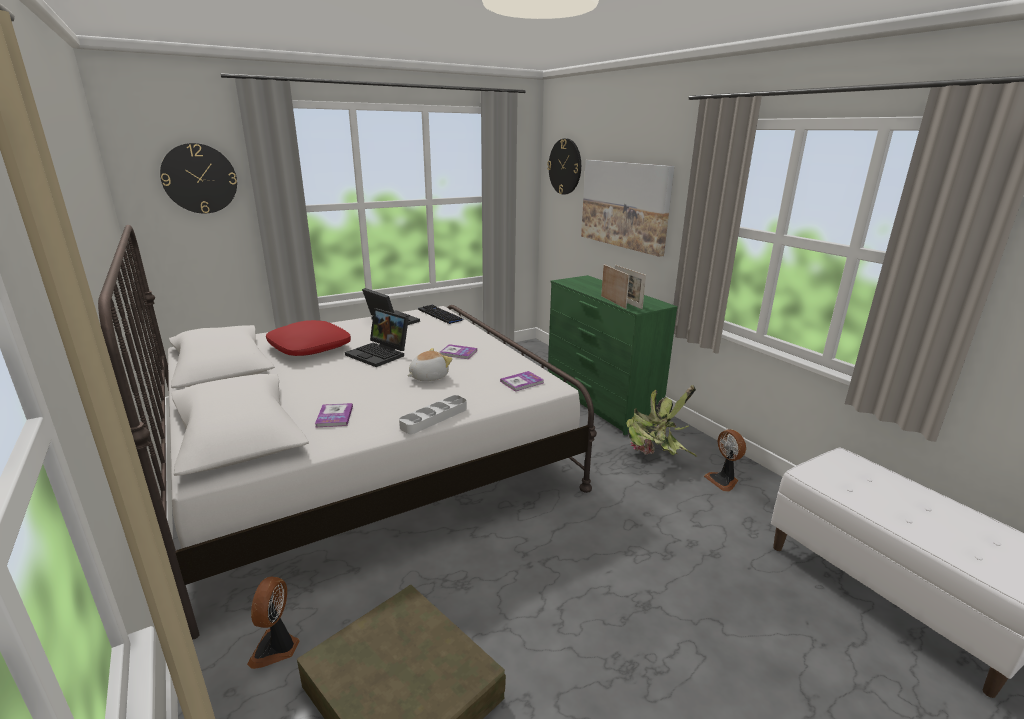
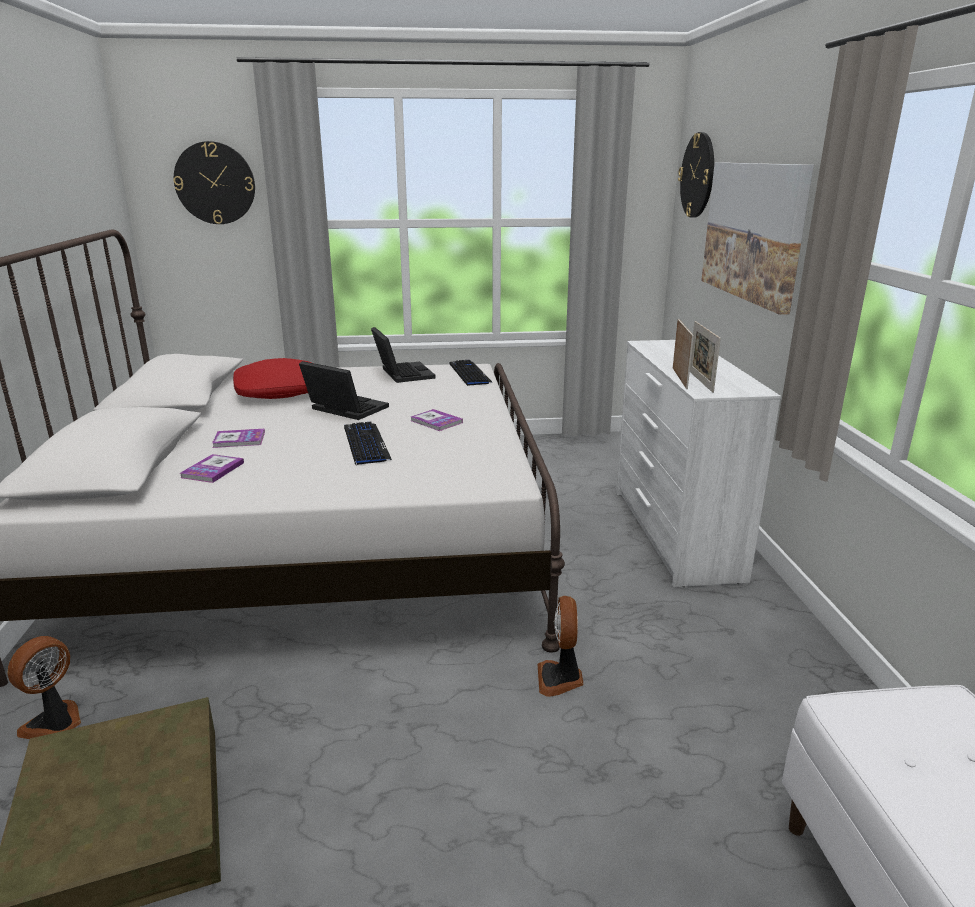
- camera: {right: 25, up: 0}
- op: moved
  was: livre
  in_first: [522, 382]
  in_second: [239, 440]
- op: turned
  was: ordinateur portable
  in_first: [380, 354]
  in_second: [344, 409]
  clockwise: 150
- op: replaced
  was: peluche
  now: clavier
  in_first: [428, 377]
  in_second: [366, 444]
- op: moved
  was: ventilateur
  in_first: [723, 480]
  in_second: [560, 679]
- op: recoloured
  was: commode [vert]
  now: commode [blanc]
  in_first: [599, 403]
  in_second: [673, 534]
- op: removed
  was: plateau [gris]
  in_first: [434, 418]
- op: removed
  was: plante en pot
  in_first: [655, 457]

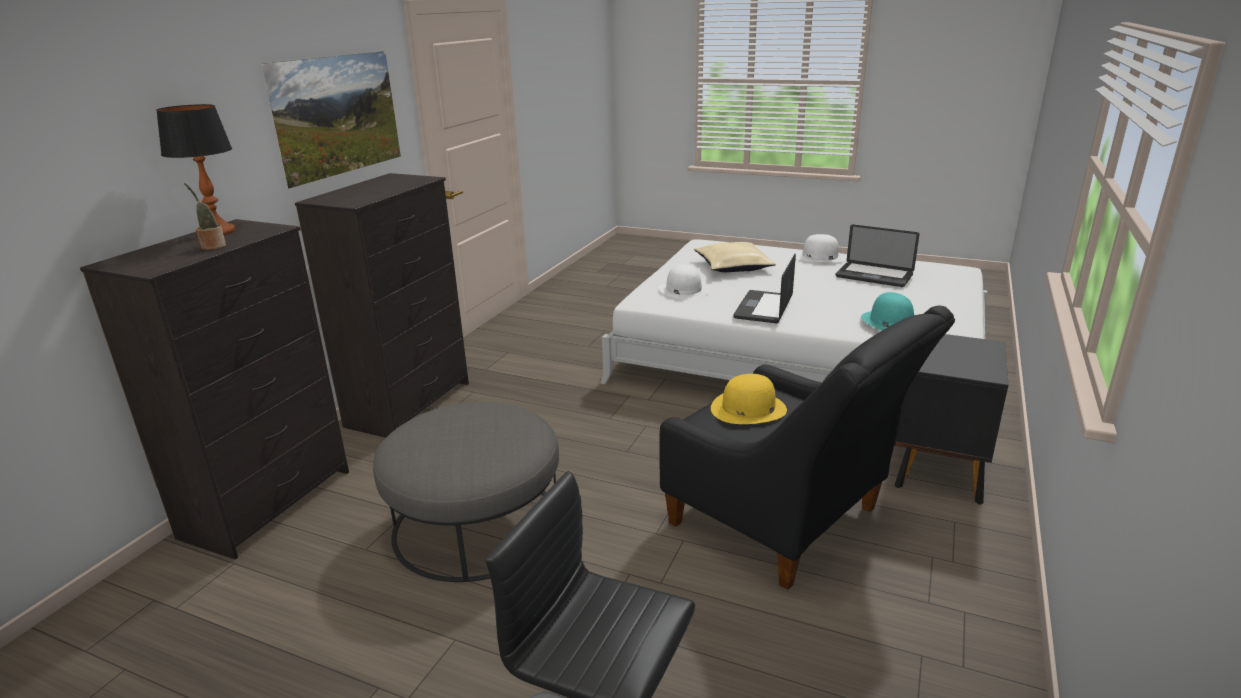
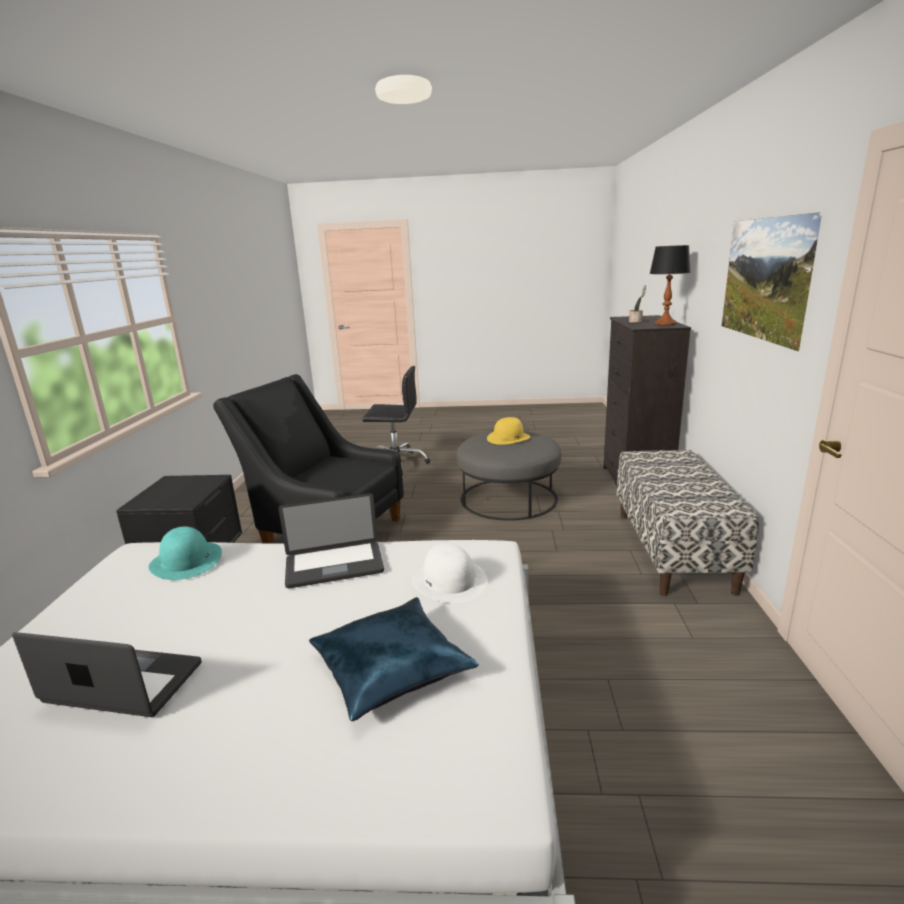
- camera: {right: 160, up: -5}
- op: turned
  was: ordinateur portable
  in_first: [763, 308]
  in_second: [334, 566]
  clockwise: 75
- op: recoloured
  was: coussin [beige]
  now: coussin [bleu]
  in_first: [733, 267]
  in_second: [390, 667]
- op: moved
  was: chapeau [jaune]
  in_first: [748, 408]
  in_second: [508, 438]
- op: replaced
  was: commode [noir]
  now: banc
  in_first: [410, 404]
  in_second: [673, 550]
- op: removed
  was: chapeau [blanc]
  in_first: [819, 257]

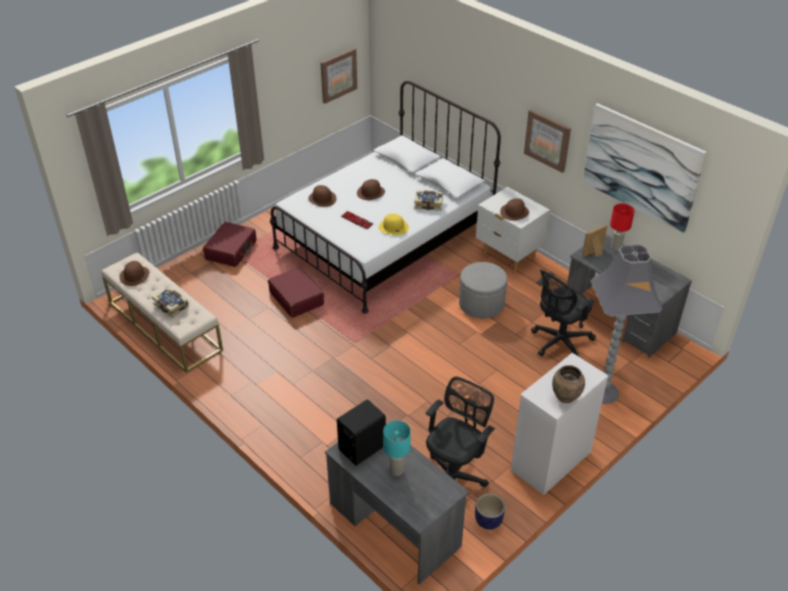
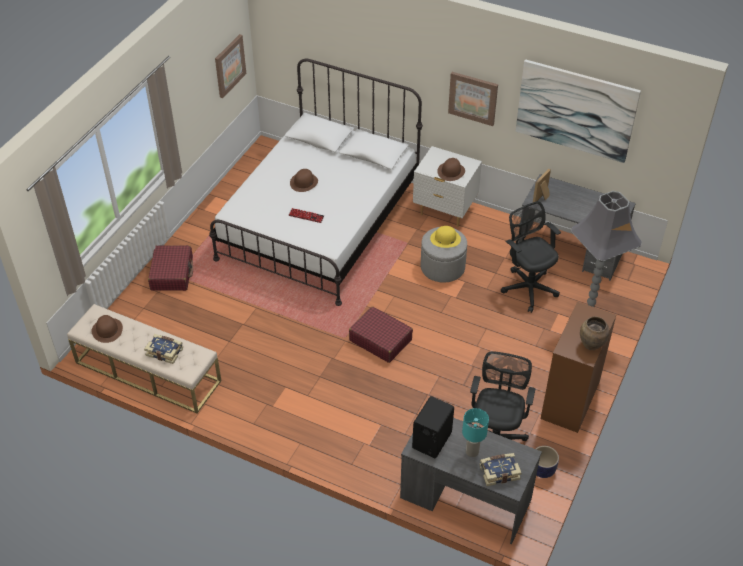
- camera: {right: -20, up: 5}
- op: moved
  was: valise [rouge]
  in_first: [296, 298]
  in_second: [380, 340]
- op: moved
  was: chapeau [jaune]
  in_first: [393, 227]
  in_second: [445, 239]
- op: moved
  was: livre
  in_first: [428, 204]
  in_second: [499, 472]
- op: turned
  was: chaise de bureau [noir]
  in_first: [558, 342]
  in_second: [528, 287]
  clockwise: 120
- op: recoloured
  was: commode [blanc]
  now: commode [marron]
  in_first: [550, 461]
  in_second: [570, 401]
- op: removed
  was: chapeau [marron]
  in_first: [322, 198]
- op: removed
  was: lampe de table [rouge]
  in_first: [615, 248]

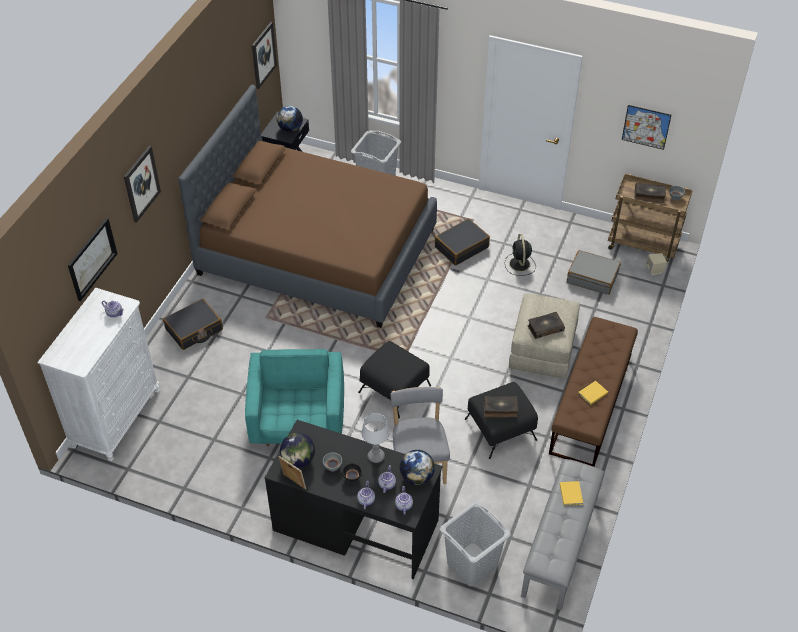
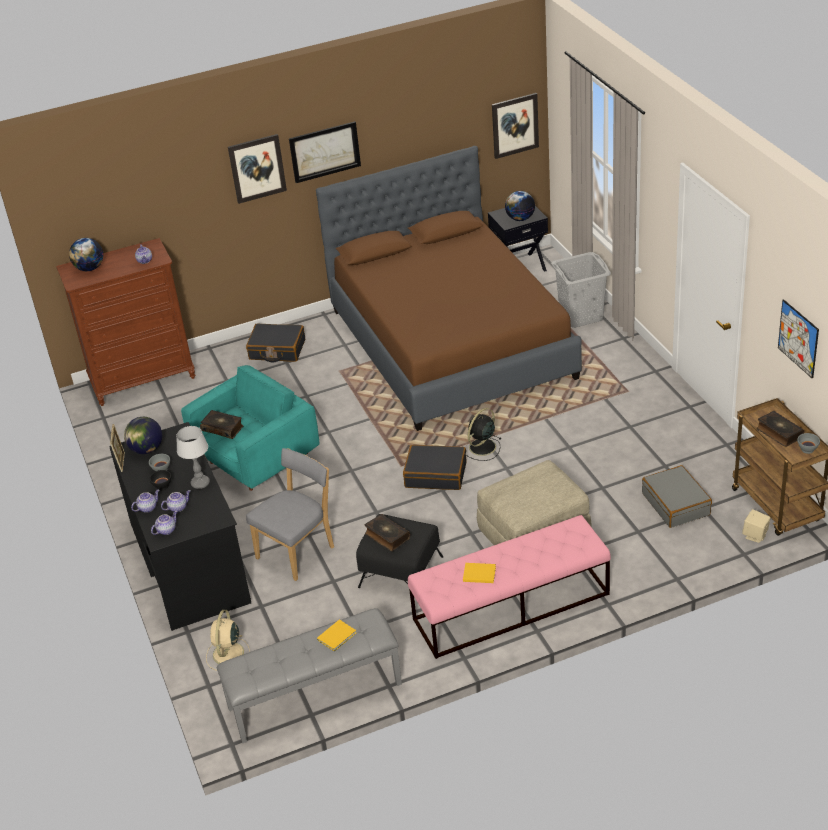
- camera: {right: 50, up: -10}
- op: recoloured
  was: commode [blanc]
  now: commode [marron]
  in_first: [116, 418]
  in_second: [143, 379]
- op: moved
  was: globe
  in_first: [416, 477]
  in_second: [89, 268]
- op: moved
  was: livre
  in_first: [545, 328]
  in_second: [223, 428]
- op: replaced
  was: panier à linge [gris]
  now: ventilateur [beige]
  in_first: [472, 564]
  in_second: [228, 654]
- op: moved
  was: tableau
  in_first: [92, 259]
  in_second: [324, 151]
- op: moved
  was: valise [noir]
  in_first: [461, 247]
  in_second: [436, 475]
- op: recoloured
  was: banc [marron]
  now: banc [rose]
  in_first: [590, 405]
  in_second: [510, 607]
- op: moved
  was: ventilateur [noir]
  in_first: [519, 265]
  in_second: [481, 448]
- op: removed
  was: pouf [noir]
  in_first: [395, 389]

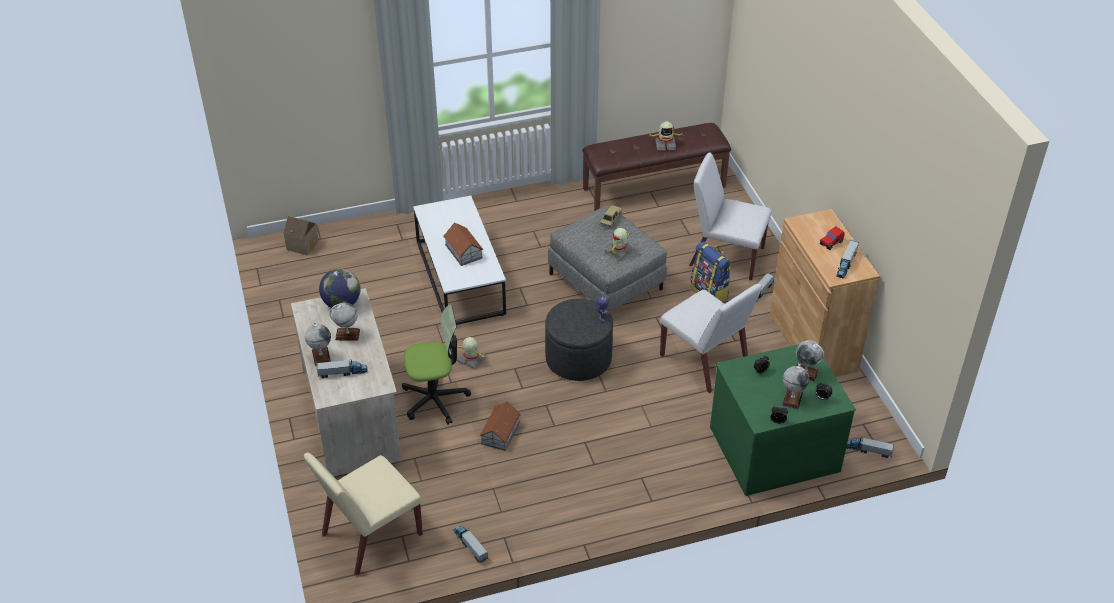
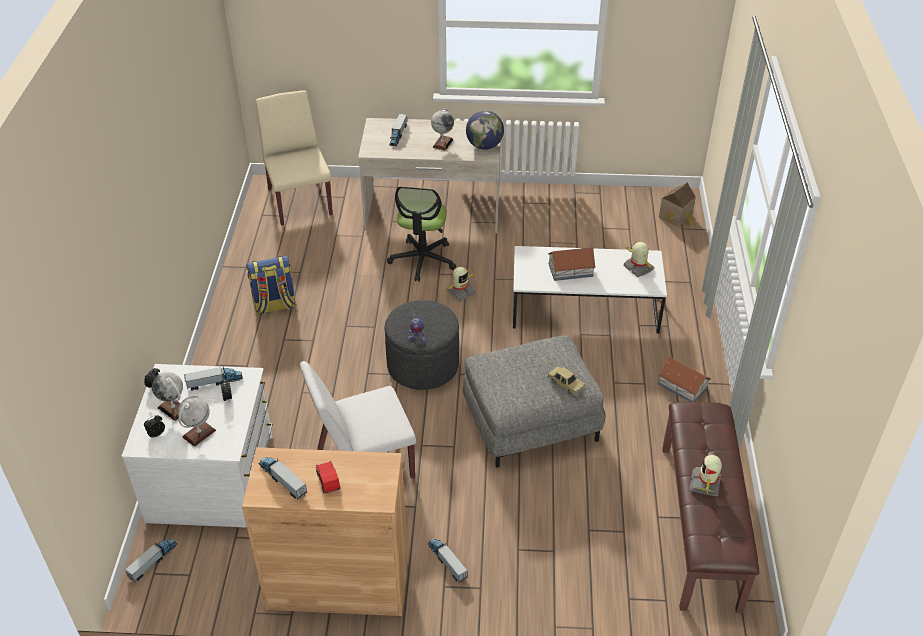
- camera: {right: 110, up: 0}
- op: recoloured
  was: commode [vert]
  now: commode [blanc]
  in_first: [773, 447]
  in_second: [213, 478]
- op: moved
  was: camion jouet
  in_first: [470, 545]
  in_second: [214, 382]
- op: moved
  was: sac à dos
  in_first: [710, 292]
  in_second: [274, 306]
- op: moved
  was: robot jouet
  in_first: [619, 251]
  in_second: [638, 268]
- op: moved
  was: maison miniature
  in_first: [500, 433]
  in_second: [682, 386]
- op: removed
  was: globe
  in_first: [321, 356]
- op: removed
  was: chaise [blanc]
  in_first: [725, 256]

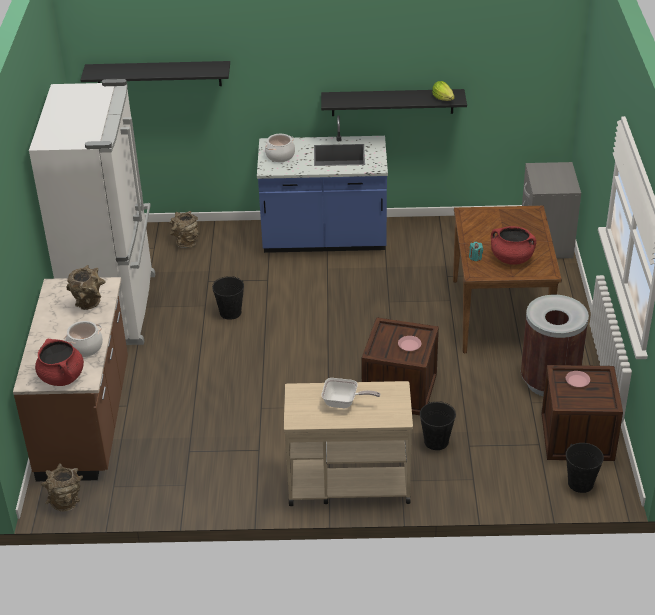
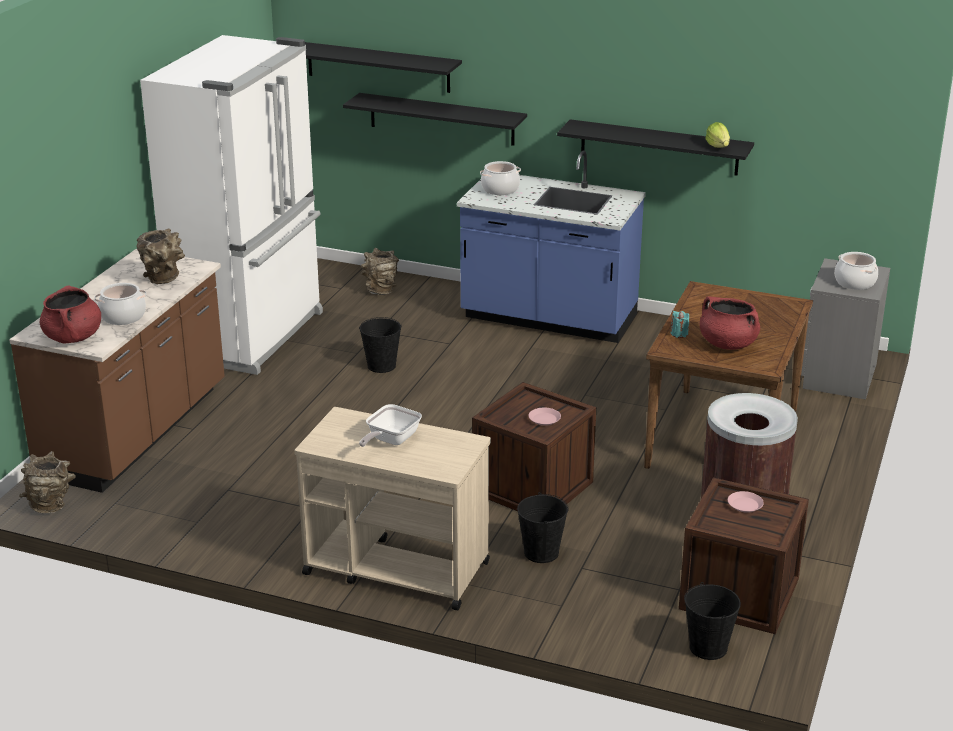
- camera: {right: 20, up: -10}
- op: added
  now: étagère [noir]
  in_second: [441, 119]
- op: turned
  was: poêle
  in_first: [344, 403]
  in_second: [390, 440]
  clockwise: 90
- op: added
  now: marmite
  in_second: [855, 282]

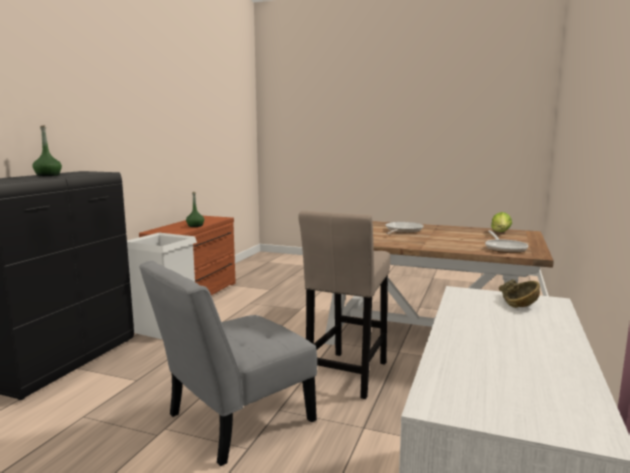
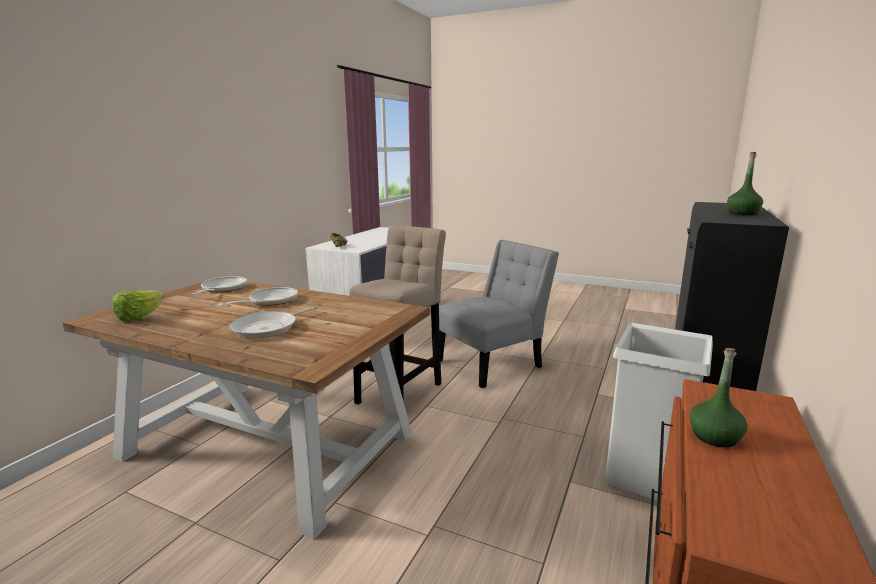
- camera: {right: -175, up: 5}
- op: added
  now: poêle
  in_second: [270, 301]

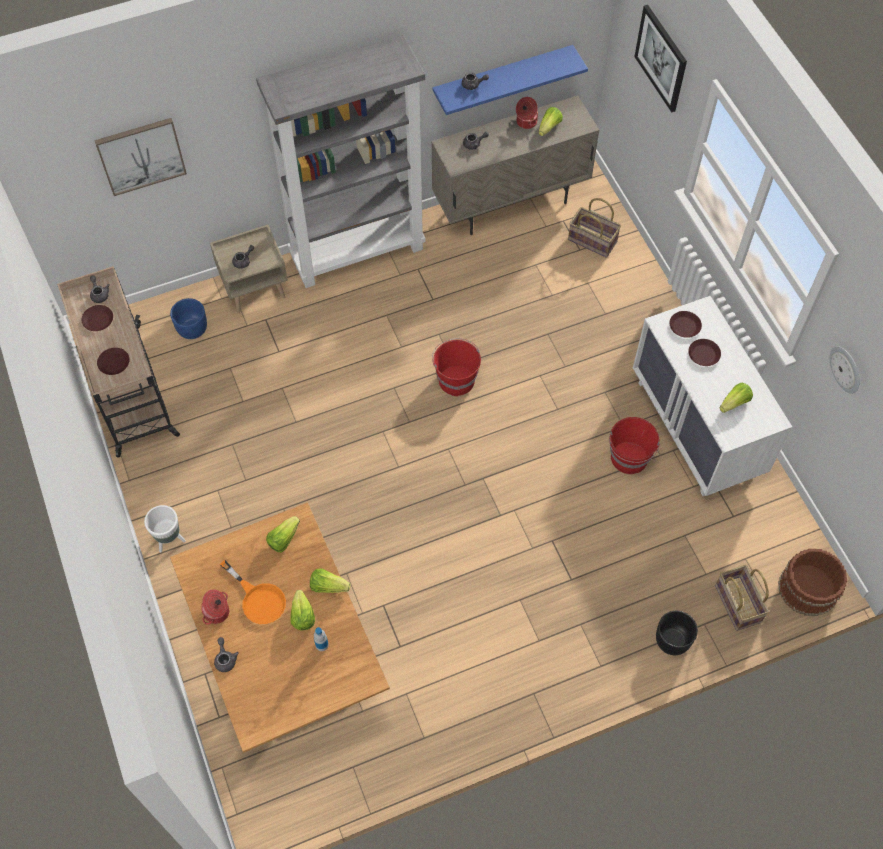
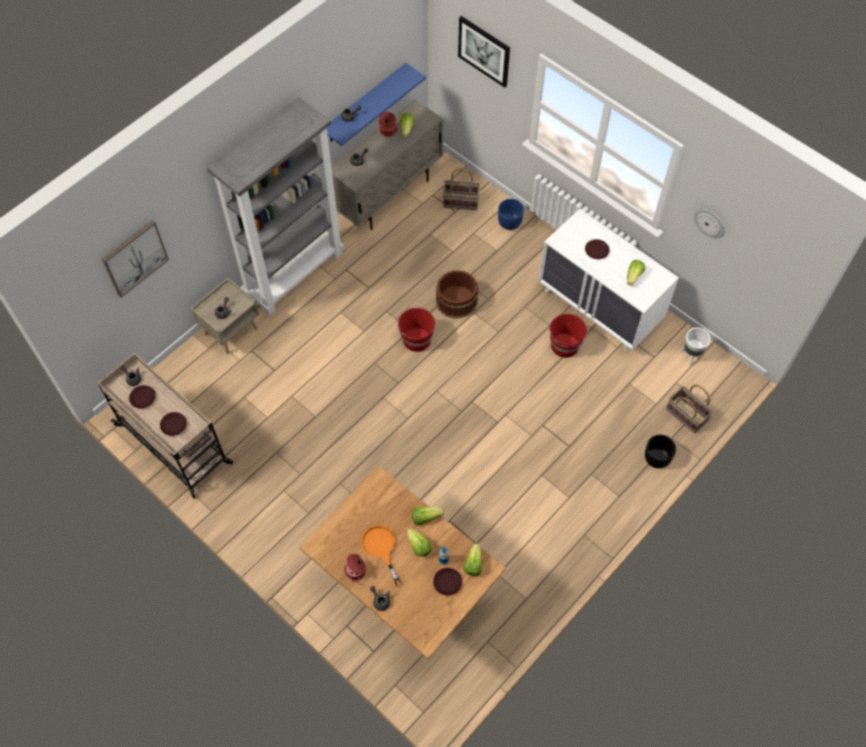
- camera: {right: -25, up: 0}
- op: turned
  was: poêle [orange]
  in_first: [258, 599]
  in_second: [381, 548]
  clockwise: -135
- op: moved
  was: assiette [marron]
  in_first: [684, 326]
  in_second: [447, 582]
- op: moved
  was: seau [marron]
  in_first: [808, 589]
  in_second: [456, 301]
- op: moved
  was: laitue
  in_first: [283, 539]
  in_second: [473, 564]
- op: moved
  was: cache-pot [bleu]
  in_first: [192, 328]
  in_second: [509, 222]
- op: moved
  was: cache-pot [blanc]
  in_first: [170, 540]
  in_second: [690, 356]

